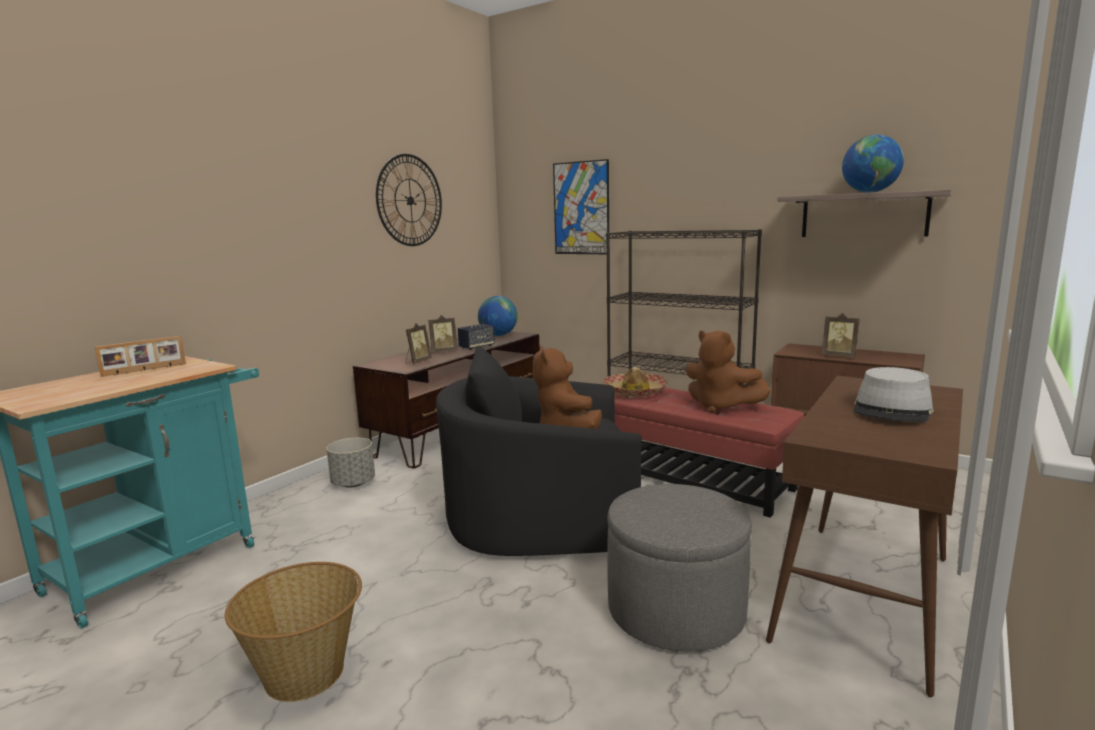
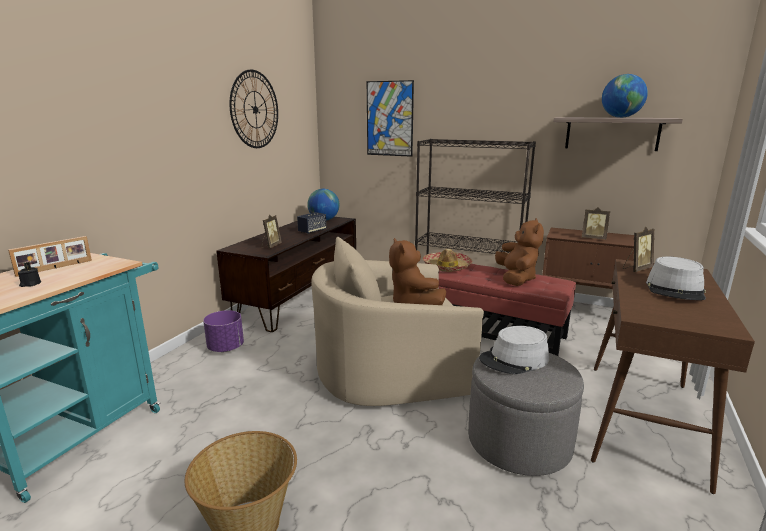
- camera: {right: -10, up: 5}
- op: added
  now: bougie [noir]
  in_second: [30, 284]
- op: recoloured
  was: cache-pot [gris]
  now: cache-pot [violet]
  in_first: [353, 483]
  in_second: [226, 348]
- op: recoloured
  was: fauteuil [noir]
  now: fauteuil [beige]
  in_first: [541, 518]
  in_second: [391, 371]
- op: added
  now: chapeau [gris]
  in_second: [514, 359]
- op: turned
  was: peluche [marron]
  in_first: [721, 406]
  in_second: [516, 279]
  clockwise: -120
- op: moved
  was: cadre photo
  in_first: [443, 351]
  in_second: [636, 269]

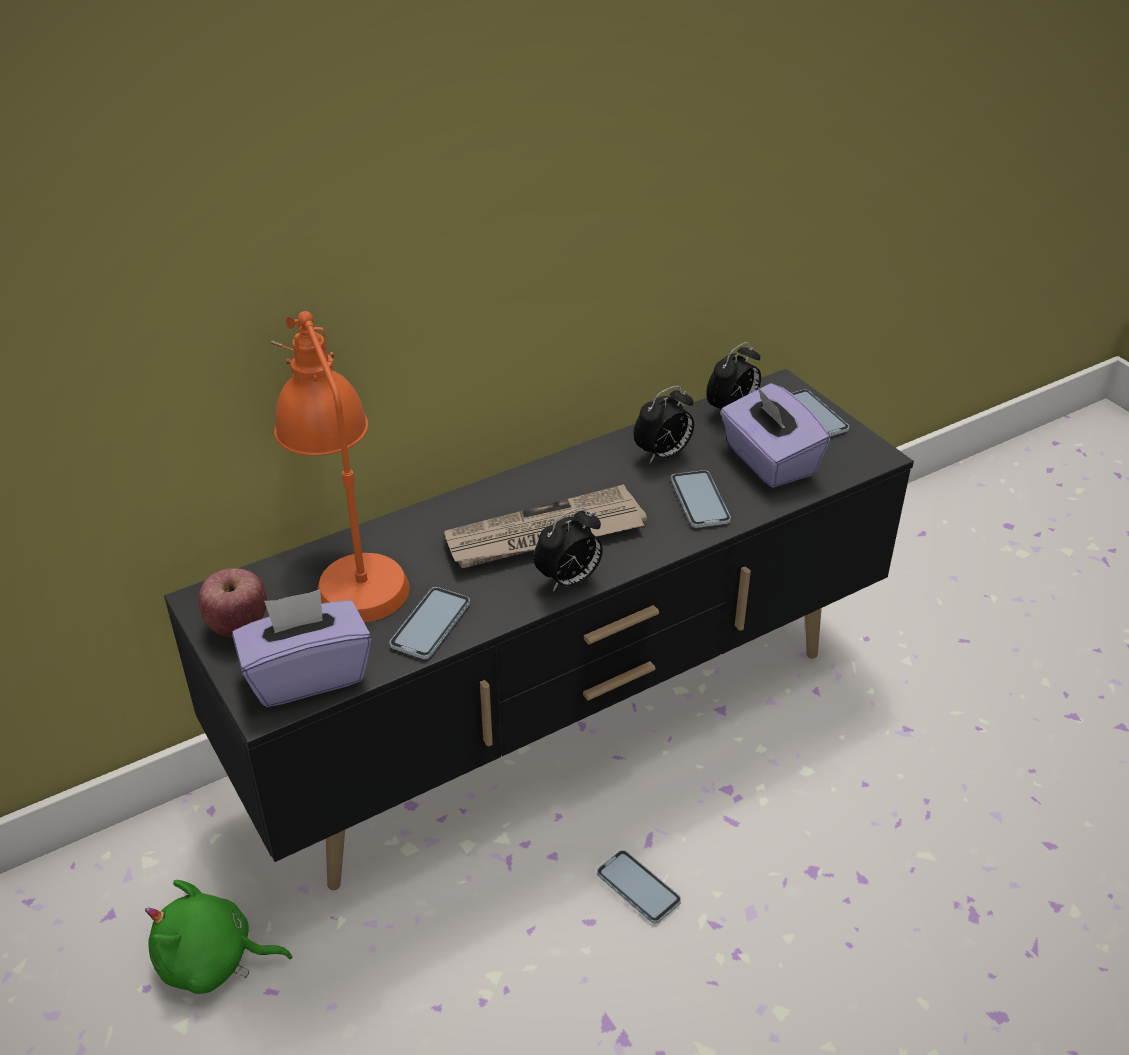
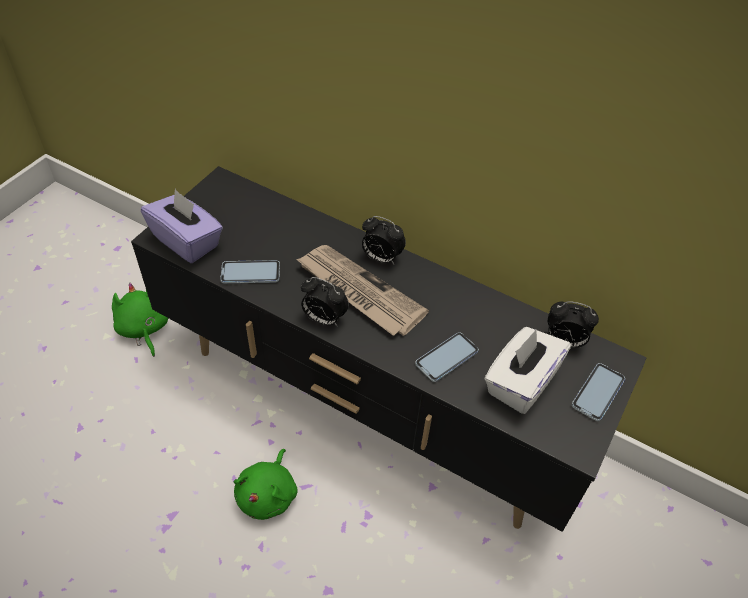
- camera: {right: 60, up: 10}
- op: replaced
  was: téléphone
  now: peluche [vert]
  in_first: [638, 888]
  in_second: [268, 494]
- op: moved
  was: réveil
  in_first: [663, 455]
  in_second: [381, 258]
- op: recoloured
  was: boîte à mouchoirs [violet]
  now: boîte à mouchoirs [blanc]
  in_first: [768, 461]
  in_second: [520, 382]
- op: removed
  was: pomme
  in_first: [238, 625]
- op: removed
  was: lampe de table [orange]
  in_first: [348, 566]

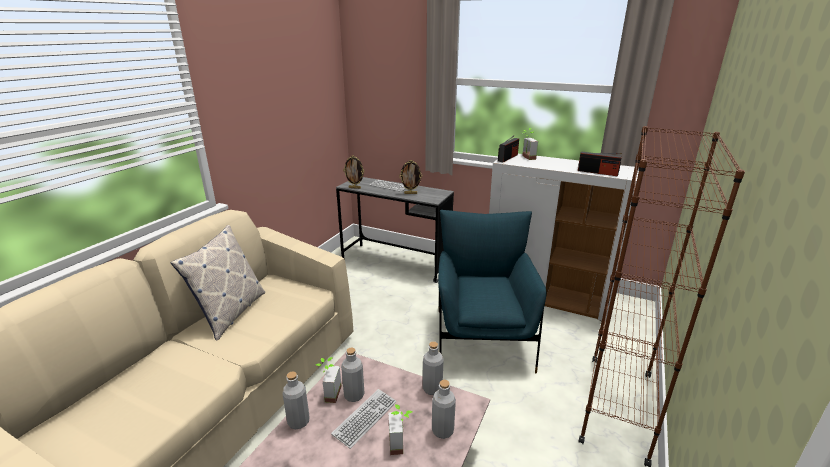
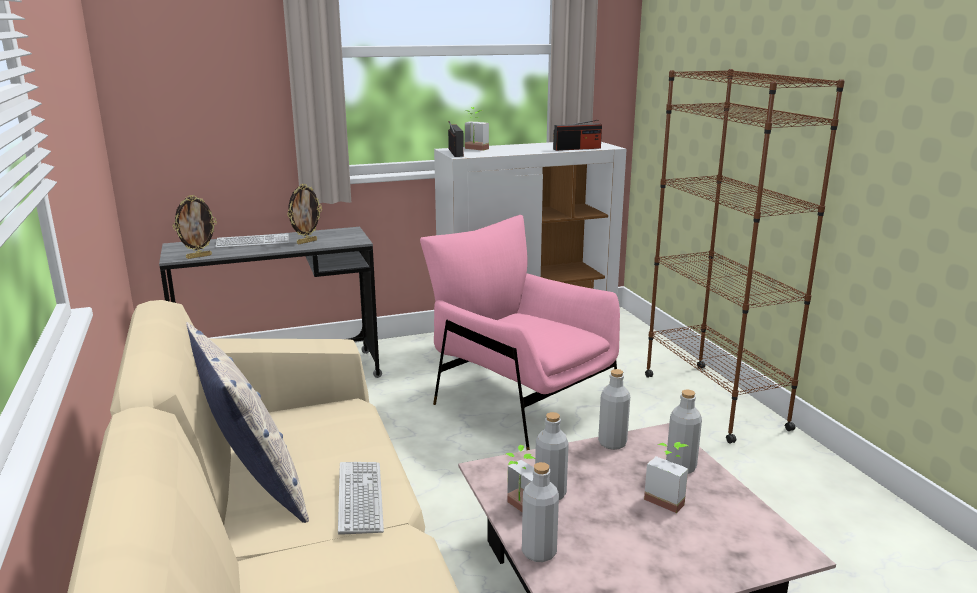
- camera: {right: -45, up: -5}
- op: moved
  was: clavier
  in_first: [365, 418]
  in_second: [360, 498]
- op: recoloured
  was: fauteuil [bleu]
  now: fauteuil [rose]
  in_first: [482, 336]
  in_second: [521, 405]

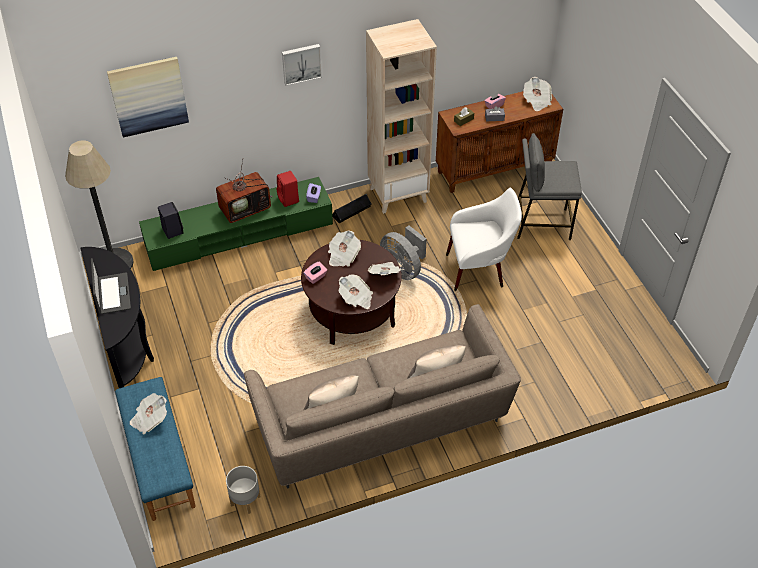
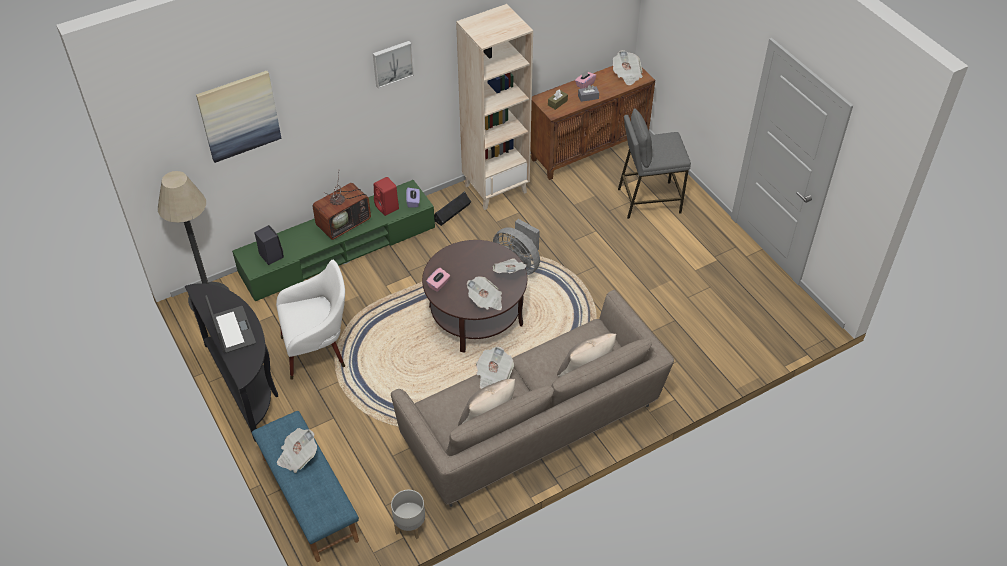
- camera: {right: -10, up: 0}
- op: moved
  was: fauteuil [blanc]
  in_first: [479, 269]
  in_second: [318, 350]
- op: moved
  was: journal
  in_first: [343, 256]
  in_second: [493, 376]

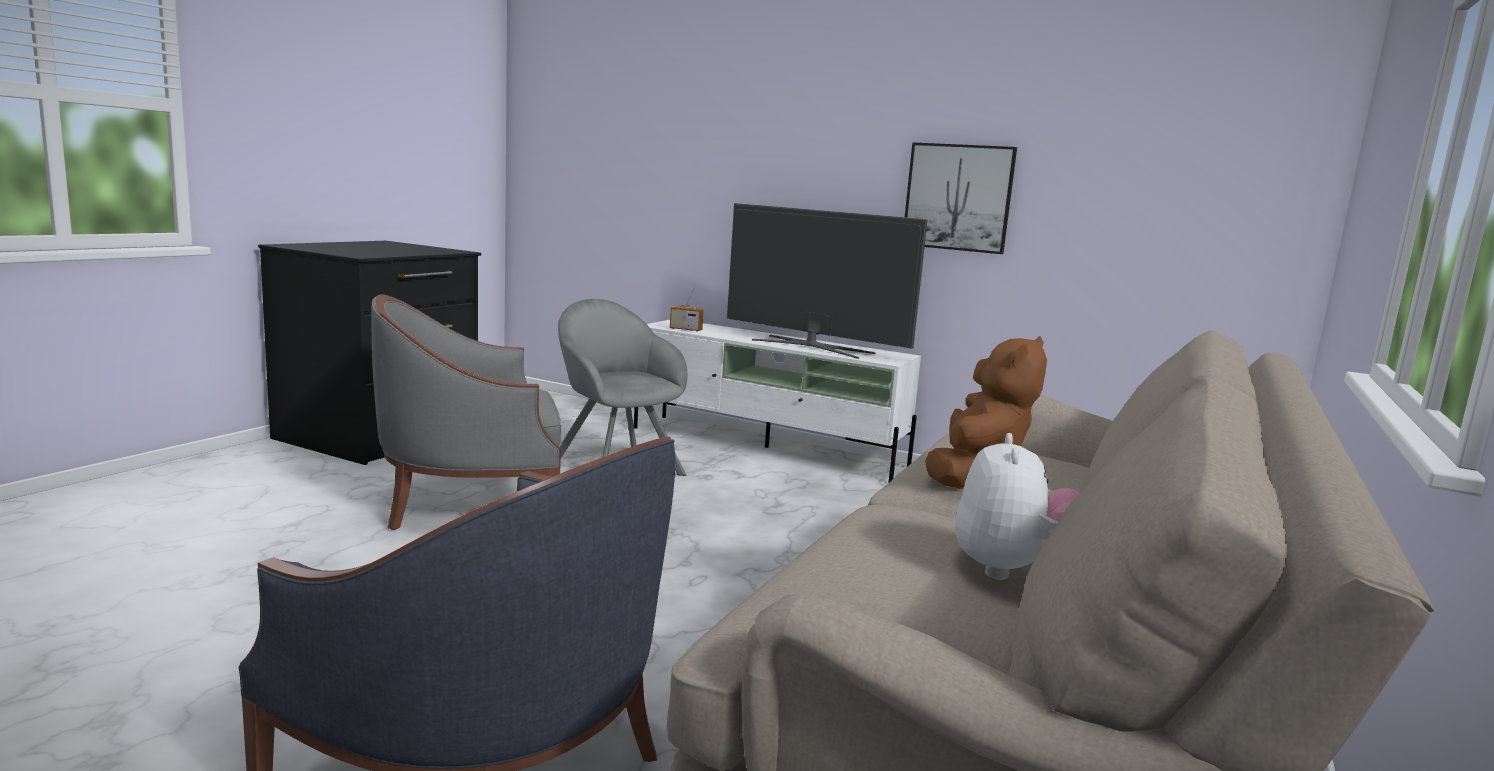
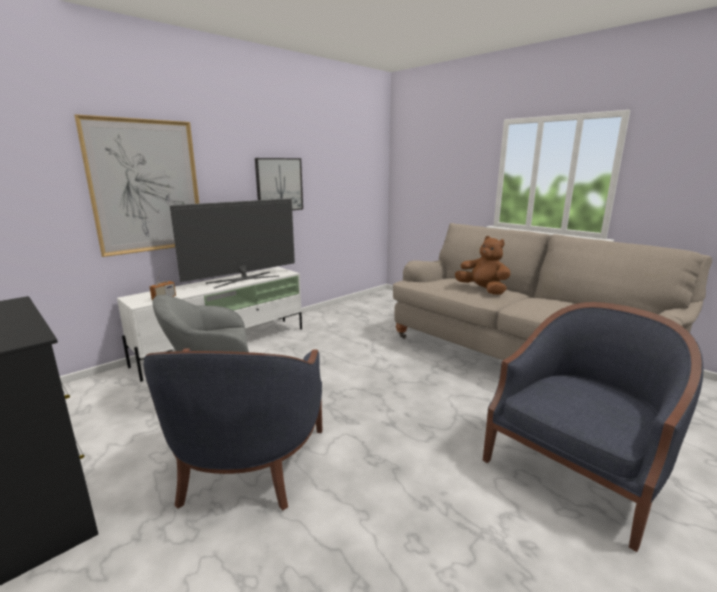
- camera: {right: -70, up: 5}
- op: added
  now: tableau
  in_second: [146, 187]
- op: recoloured
  was: fauteuil [gris]
  now: fauteuil [bleu]
  in_first: [472, 502]
  in_second: [247, 464]
- op: removed
  was: peluche
  in_first: [1014, 571]

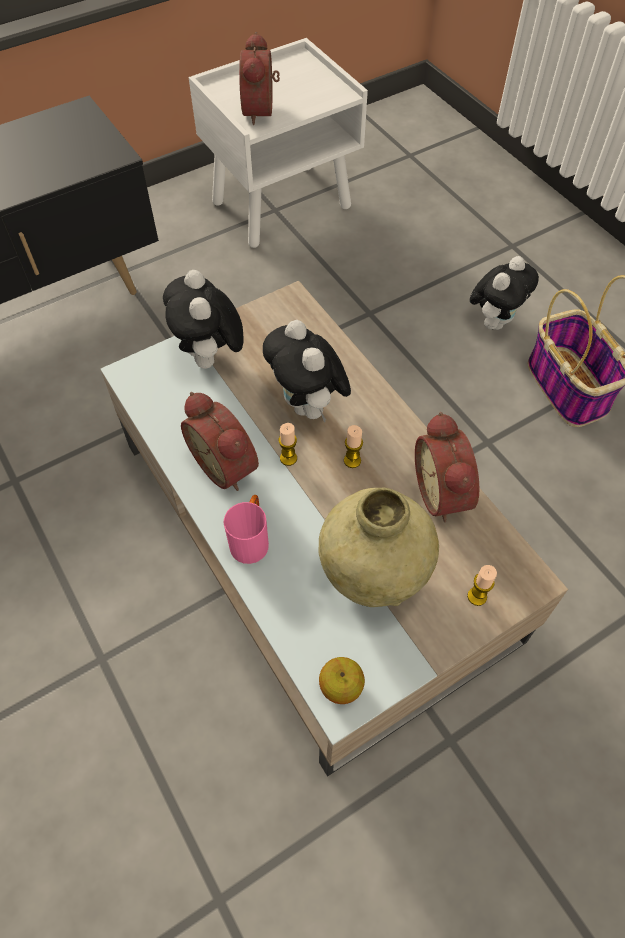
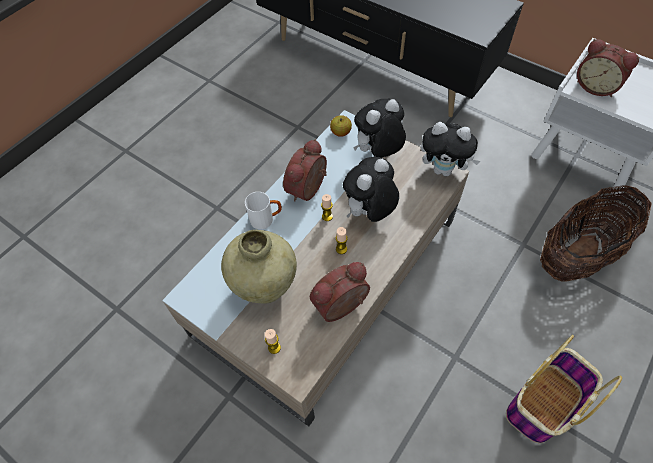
- camera: {right: 70, up: 0}
- op: recoloured
  was: mug [rose]
  now: mug [blanc]
  in_first: [251, 539]
  in_second: [266, 219]
- op: moved
  was: pomme
  in_first: [341, 686]
  in_second: [340, 132]
- op: moved
  was: peluche
  in_first: [494, 321]
  in_second: [444, 170]
- op: added
  now: panier
  in_second: [578, 254]
- op: turned
  was: réveil
  in_first: [262, 111]
  in_second: [596, 86]
  clockwise: -120

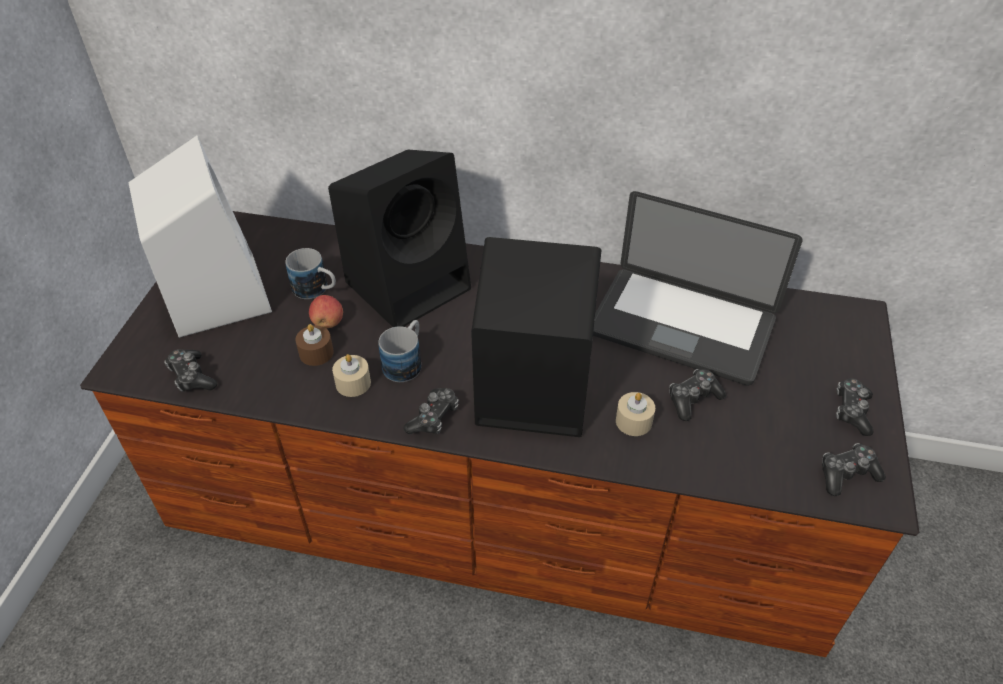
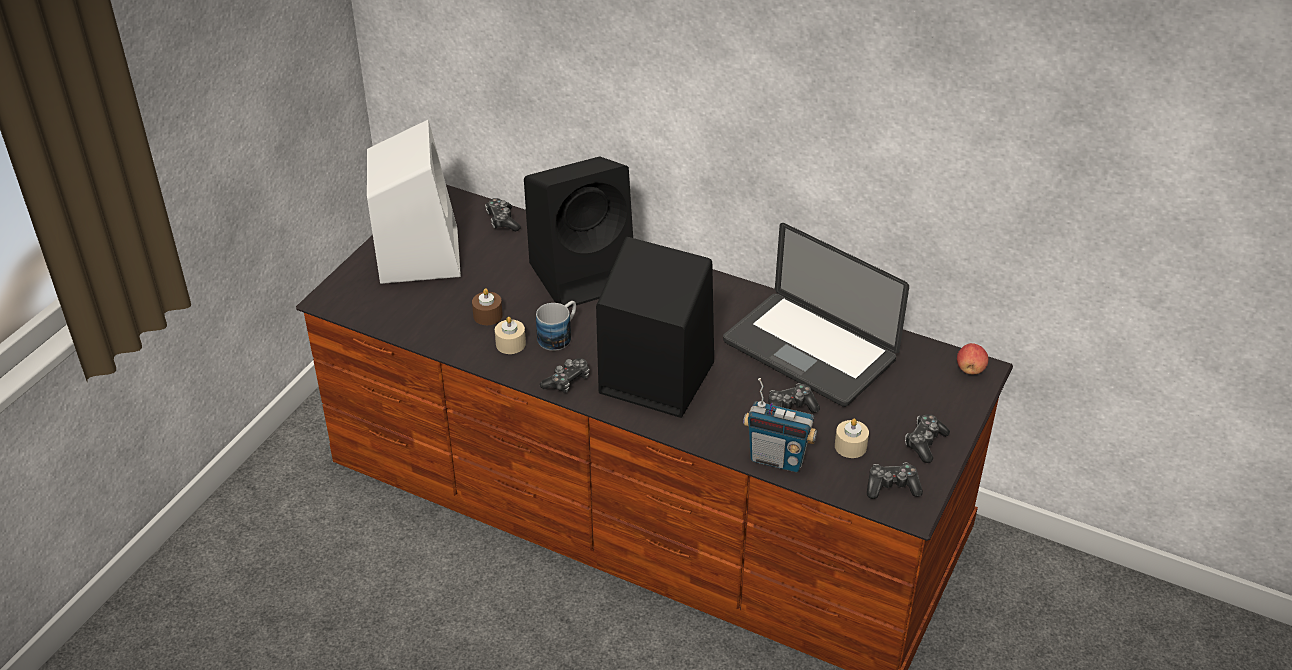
- camera: {right: 15, up: -5}
- op: moved
  was: manette
  in_first: [192, 377]
  in_second: [502, 221]
- op: added
  now: radio
  in_second: [777, 459]
- op: moved
  was: bougie [beige]
  in_first: [633, 421]
  in_second: [850, 446]
- op: moved
  was: pomme
  in_first: [328, 322]
  in_second: [970, 369]
- op: removed
  was: mug
  in_first: [316, 290]

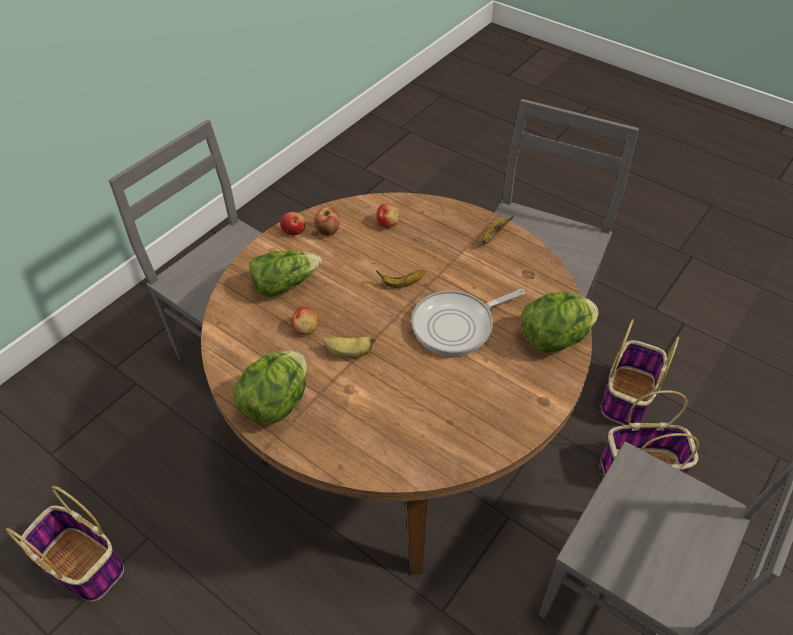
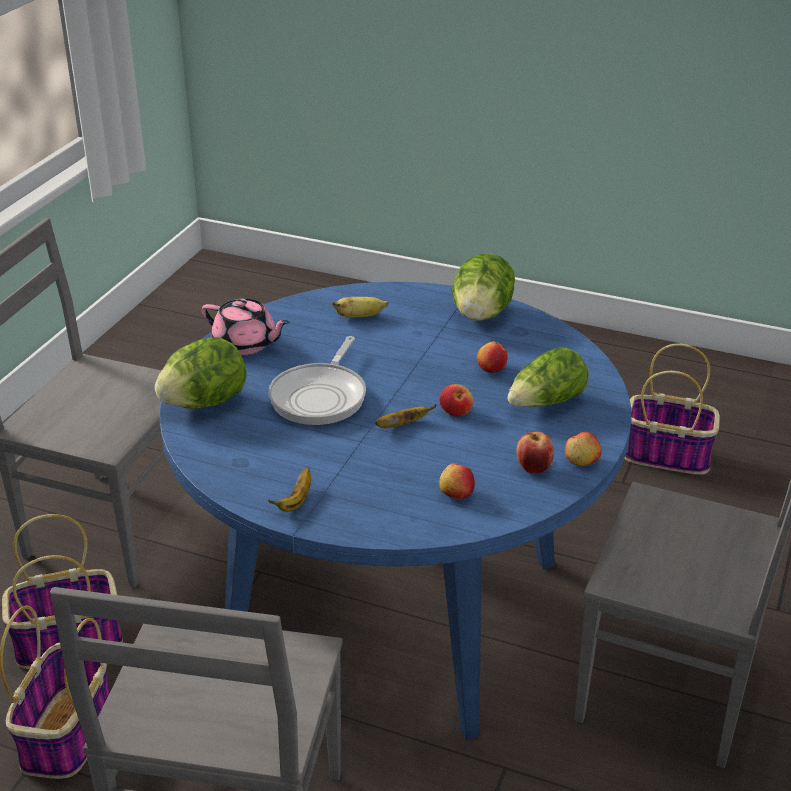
- camera: {right: 165, up: -15}
- op: recoloured
  was: table à manger [marron]
  now: table à manger [bleu]
  in_first: [396, 444]
  in_second: [395, 609]
- op: added
  now: théière [rose]
  in_second: [246, 344]
- op: turned
  was: poêle
  in_first: [457, 325]
  in_second: [321, 396]
  clockwise: 150
- op: moved
  was: banane
  in_first: [348, 353]
  in_second: [360, 316]
- op: added
  now: pomme
  in_second: [456, 411]

